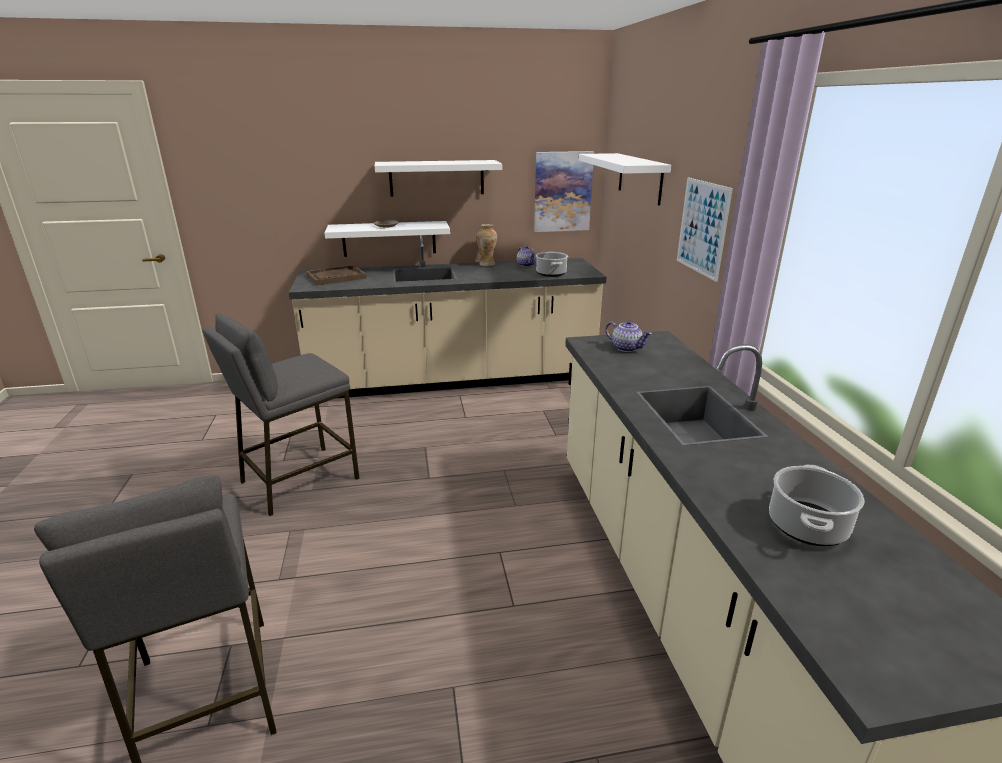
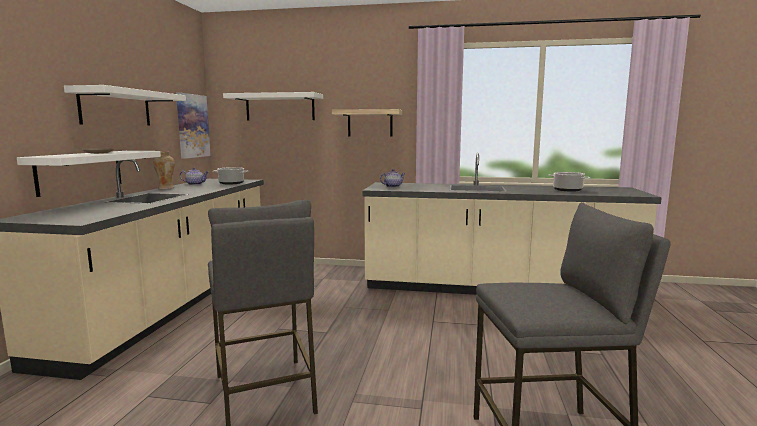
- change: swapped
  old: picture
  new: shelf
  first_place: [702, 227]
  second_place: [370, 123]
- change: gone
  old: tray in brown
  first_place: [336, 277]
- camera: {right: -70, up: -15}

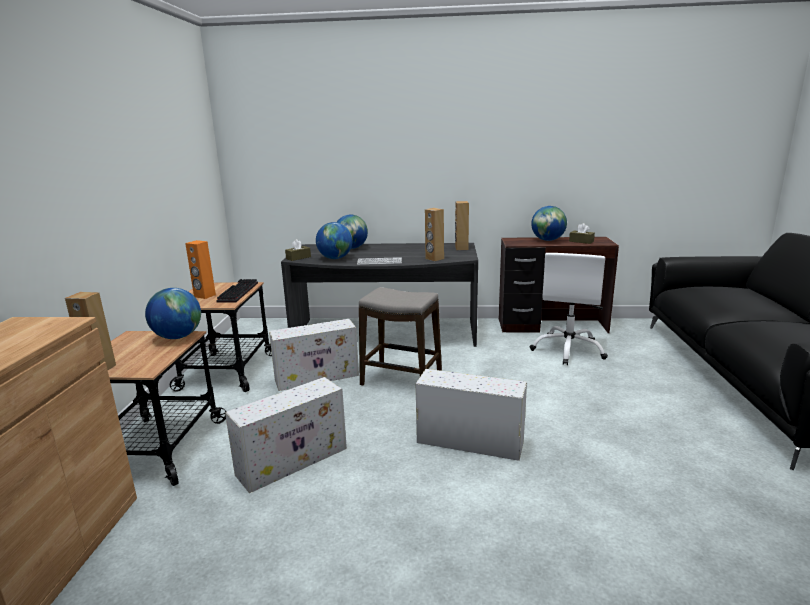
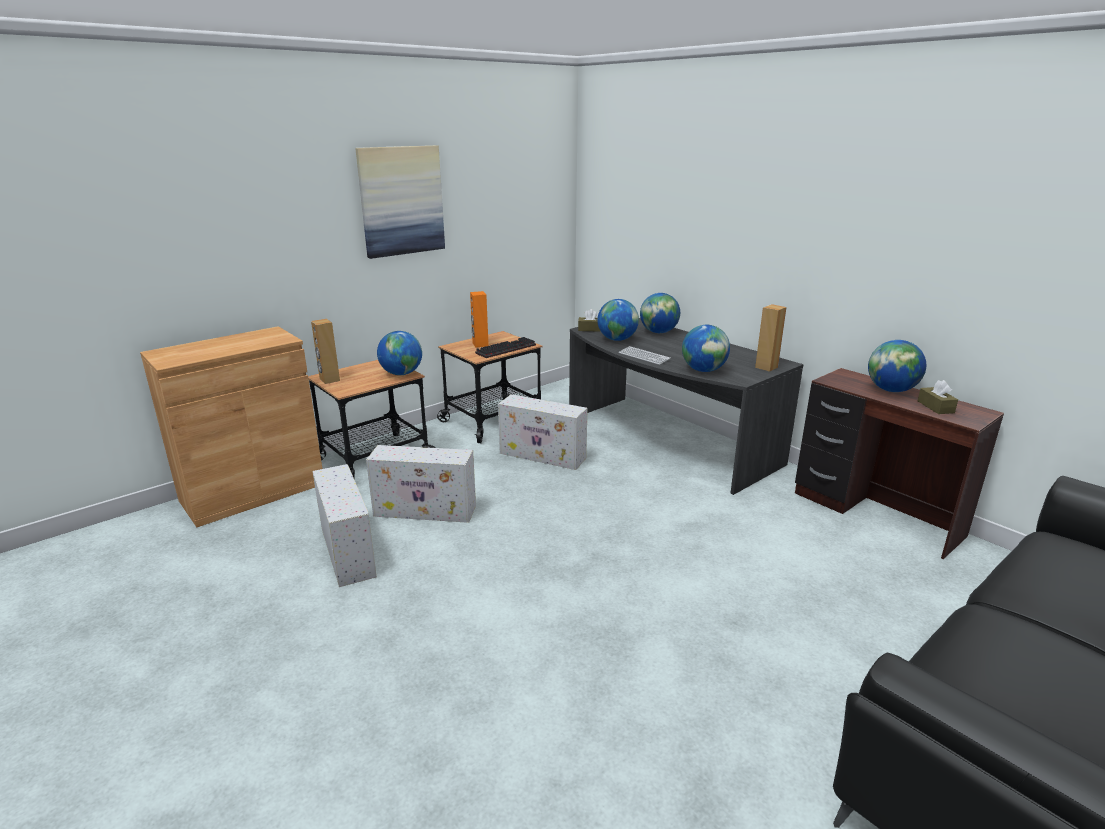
- change: shifted
  old: storage box in white
  first_place: [468, 442]
  second_place: [347, 551]
- change: new
  new: picture
  second_place: [401, 201]
- change: swapped
  old: speaker in brown
  new: globe
  first_place: [434, 259]
  second_place: [703, 370]
- change: gone
  old: stool
  first_place: [401, 380]
- change: gone
  old: office chair in white
  first_place: [568, 350]
- camera: {right: 45, up: 5}

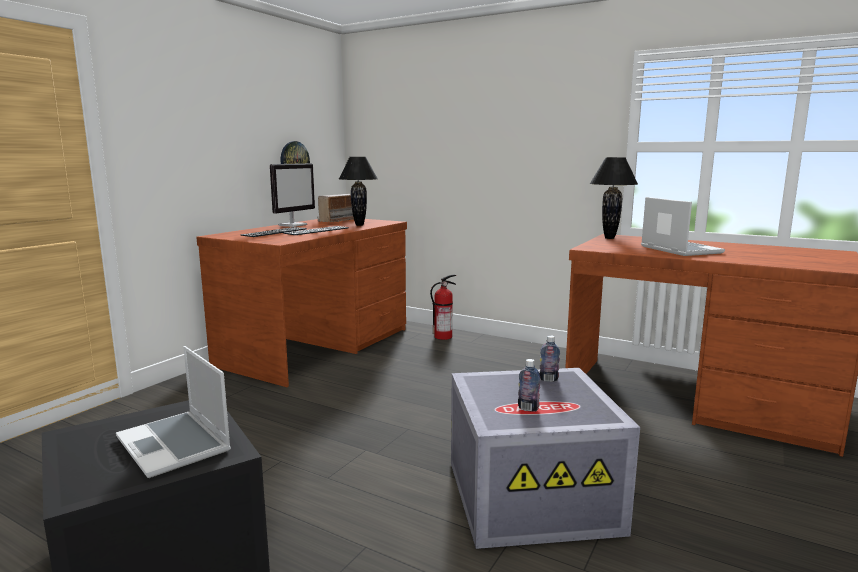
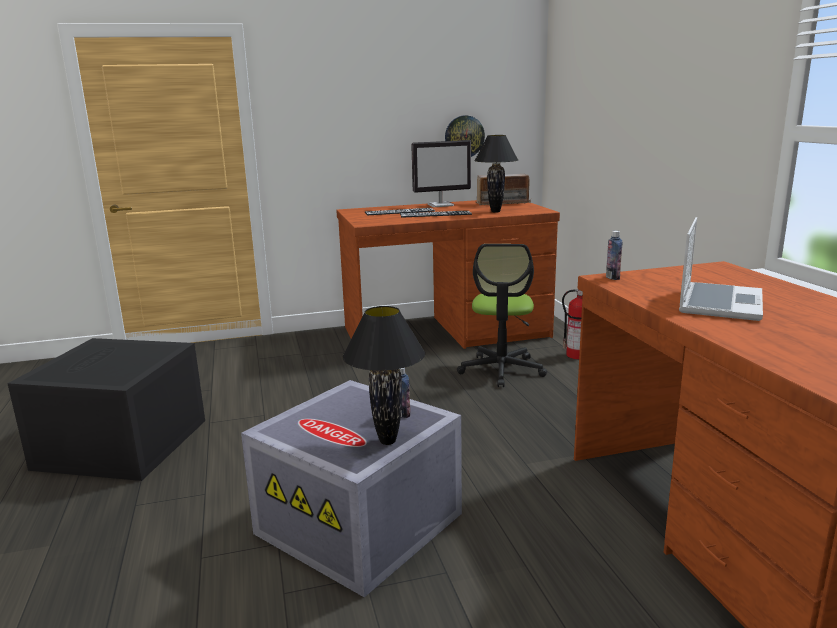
- change: shifted
  old: table lamp in black
  first_place: [609, 238]
  second_place: [387, 441]
- change: new
  new: office chair
  second_place: [501, 370]
- change: shifted
  old: bottle
  first_place: [528, 408]
  second_place: [612, 278]
- change: gone
  old: laptop
  first_place: [175, 445]
- camera: {right: 45, up: 5}

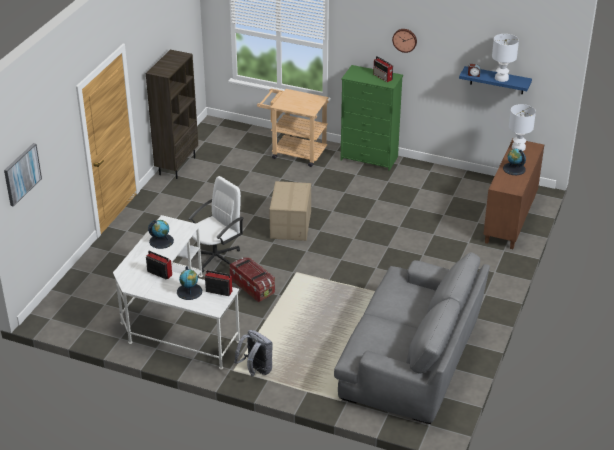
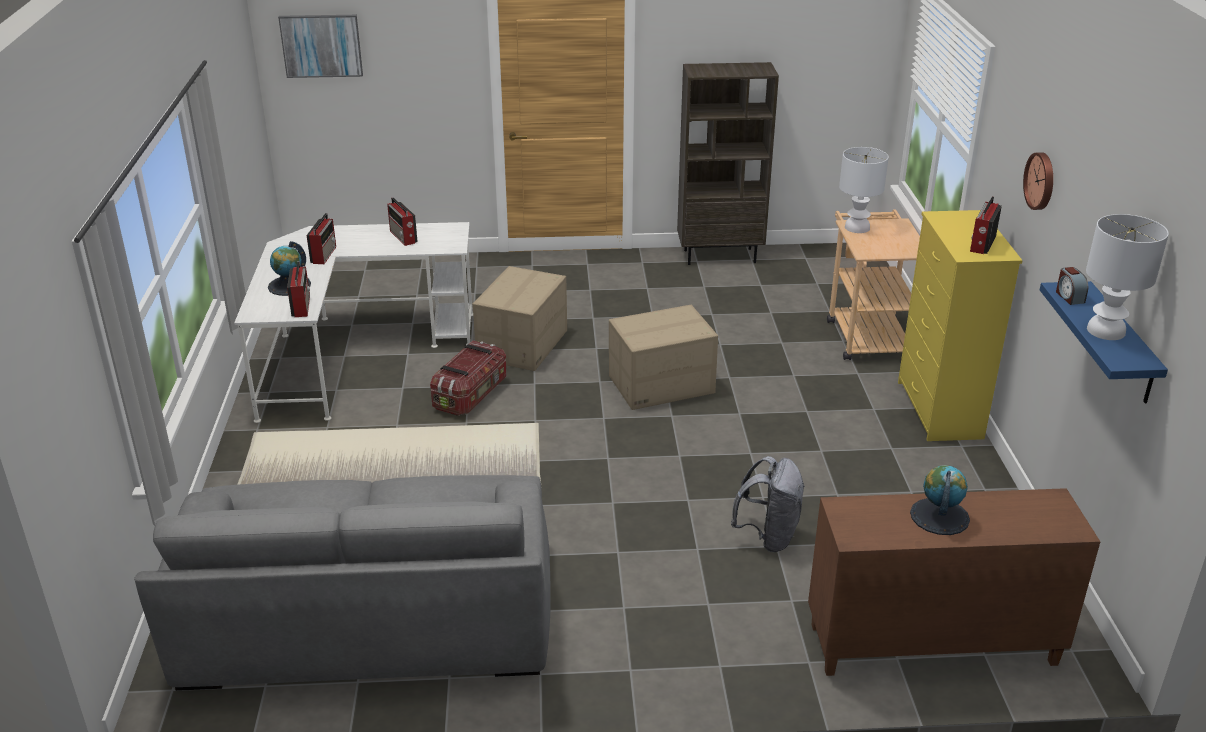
- change: swapped
  old: globe
  new: radio
  first_place: [161, 241]
  second_place: [403, 237]
- change: swapped
  old: office chair in white
  new: cardboard box
  first_place: [216, 257]
  second_place: [523, 345]
- change: shifted
  old: backpack in grey
  first_place: [256, 370]
  second_place: [768, 537]
- change: shifted
  old: table lamp in white
  first_place: [518, 147]
  second_place: [856, 227]
- change: repainted
  old: dresser in green
  new: dresser in yellow
  first_place: [369, 159]
  second_place: [939, 410]
- camera: {right: 65, up: -5}

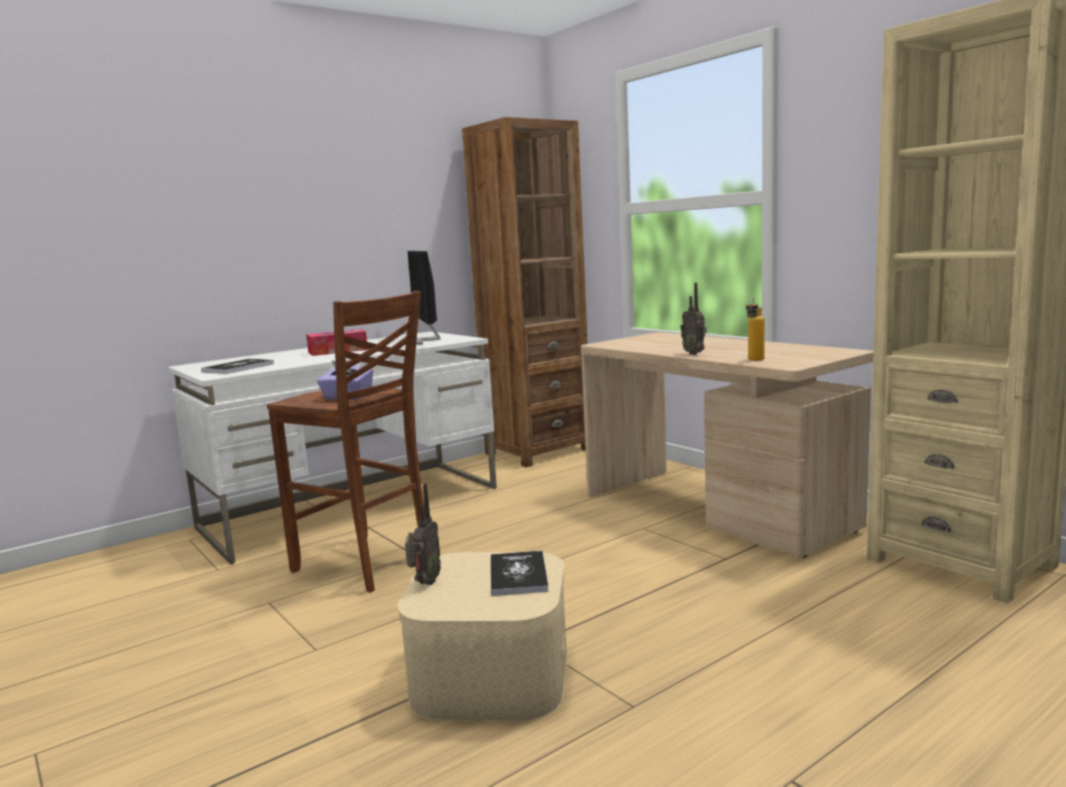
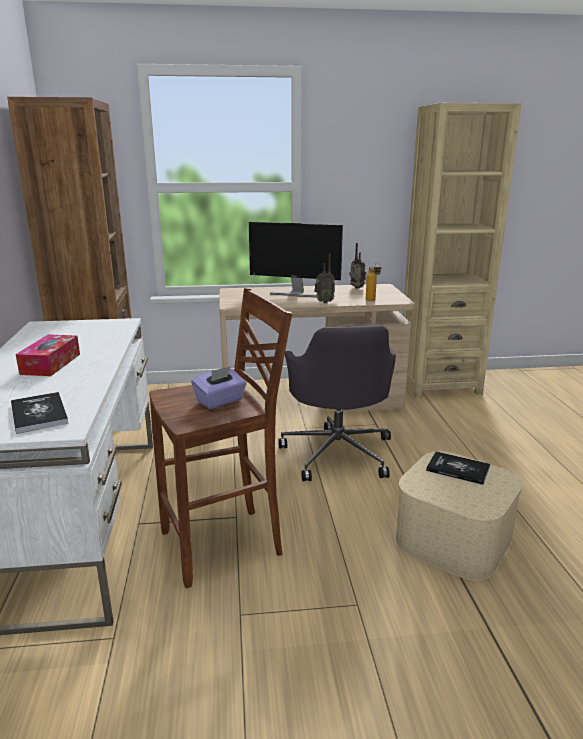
- change: shifted
  old: monitor
  first_place: [426, 340]
  second_place: [295, 293]
- change: new
  new: office chair in grey
  second_place: [338, 452]
- change: shifted
  old: radio
  first_place: [424, 583]
  second_place: [356, 288]
- camera: {right: -60, up: 10}

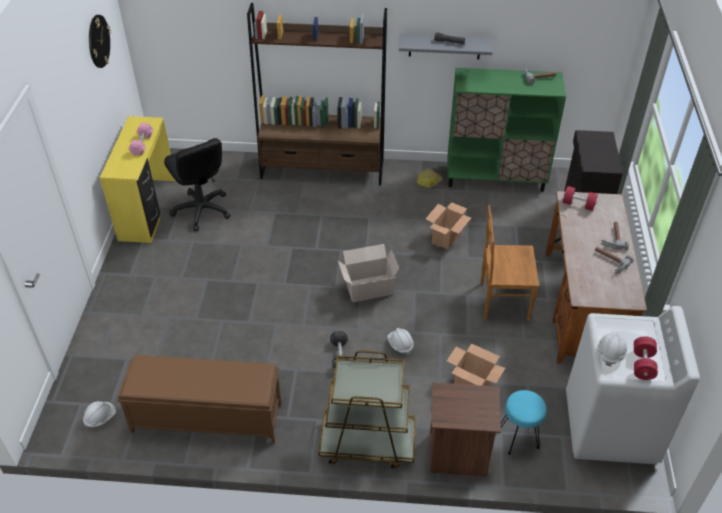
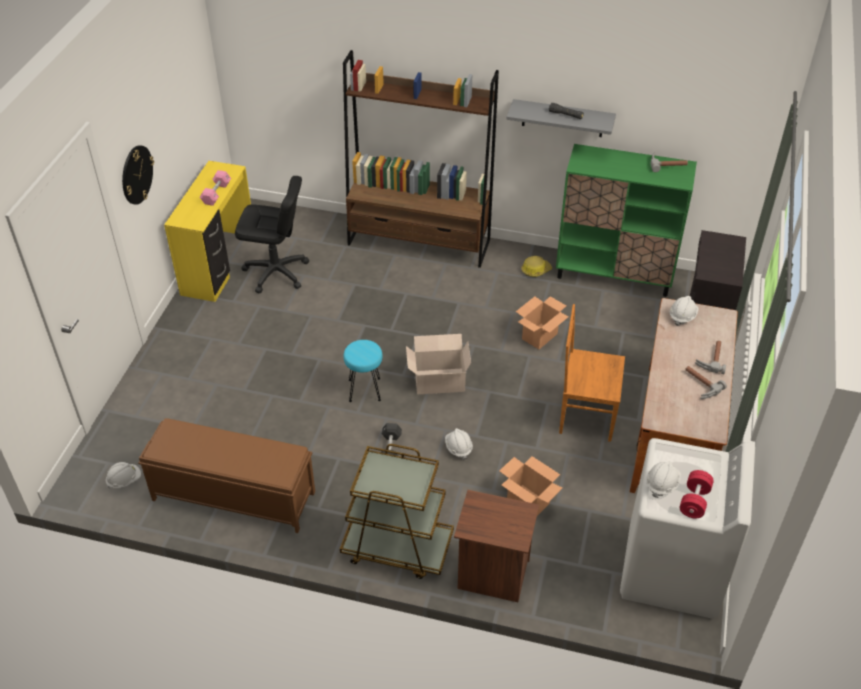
- change: shifted
  old: wall clock
  first_place: [98, 41]
  second_place: [136, 174]
- change: rotated
  old: office chair in black
  first_place: [201, 210]
  second_place: [276, 272]
  degrees: -60
- change: shifted
  old: stool in turquoise
  first_place: [519, 438]
  second_place: [365, 390]
- change: swapped
  old: dumbbell in red
  new: hard hat in white
  first_place: [578, 204]
  second_place: [682, 316]
- camera: {right: 10, up: 0}

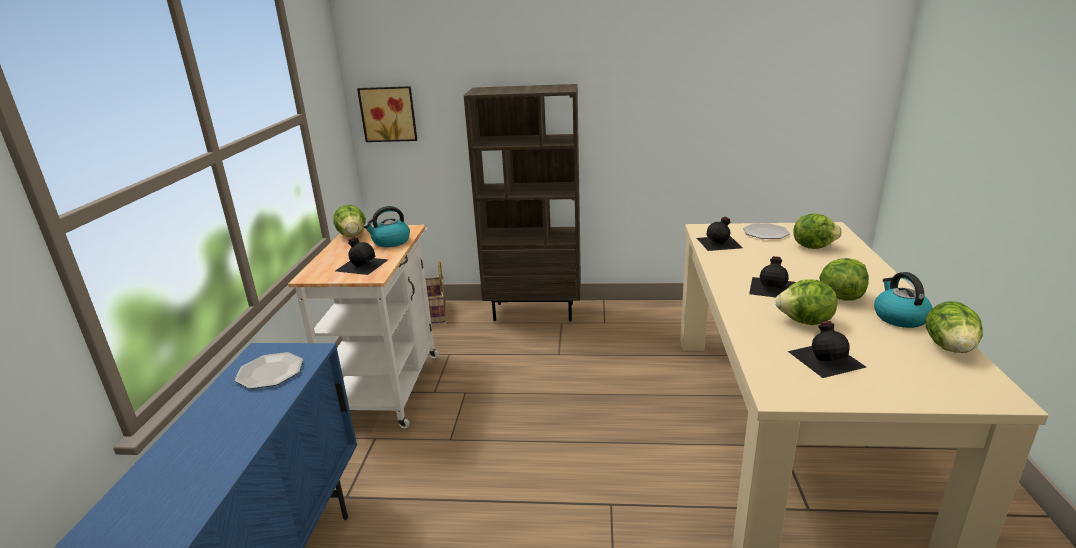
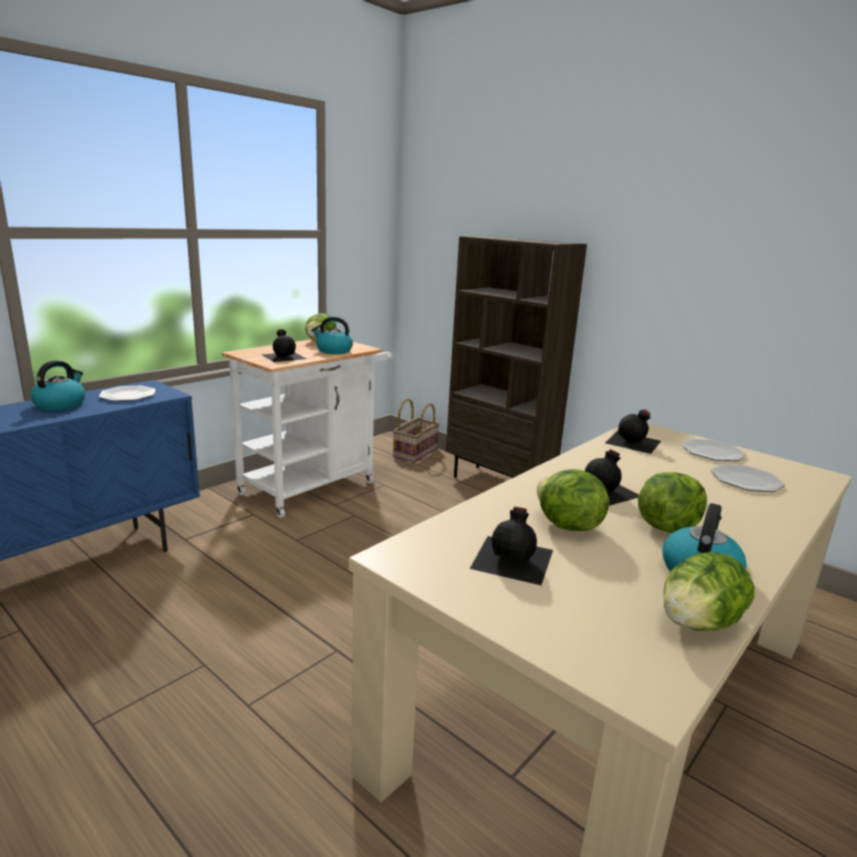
- change: new
  new: kettle
  second_place: [60, 404]
- change: swapped
  old: lettuce
  new: plate
  first_place: [813, 246]
  second_place: [746, 480]
- change: gone
  old: picture
  first_place: [389, 114]
- camera: {right: 35, up: -5}

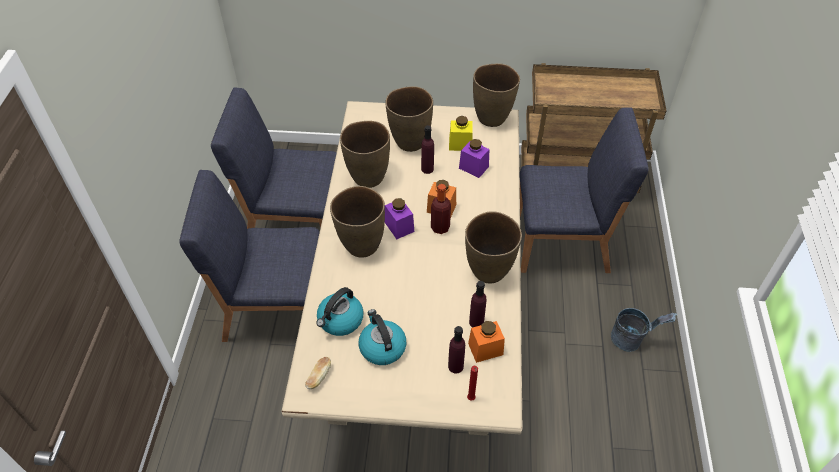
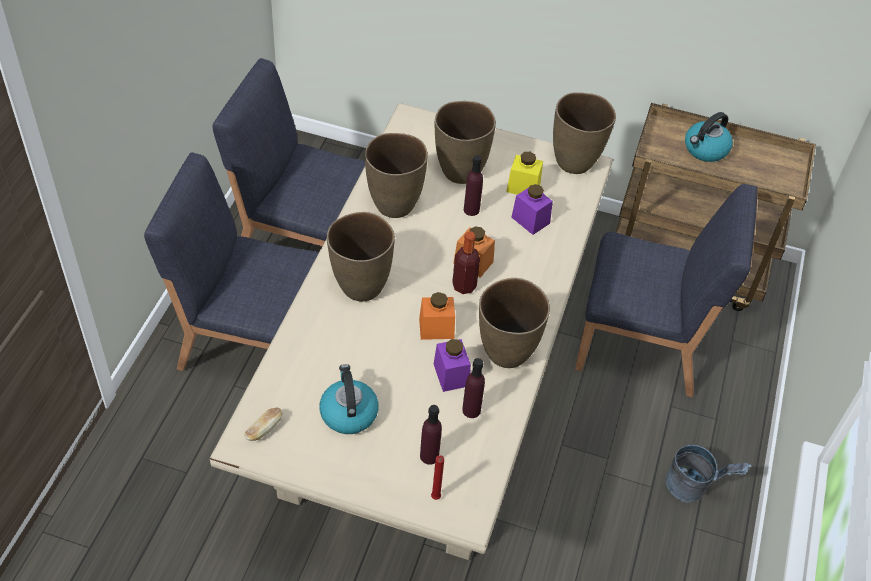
- change: shifted
  old: jar in orange
  first_place: [485, 349]
  second_place: [436, 328]
- change: shifted
  old: jar in purple
  first_place: [399, 227]
  second_place: [451, 375]
- change: shifted
  old: kettle
  first_place: [340, 320]
  second_place: [705, 149]
- camera: {right: 10, up: 0}

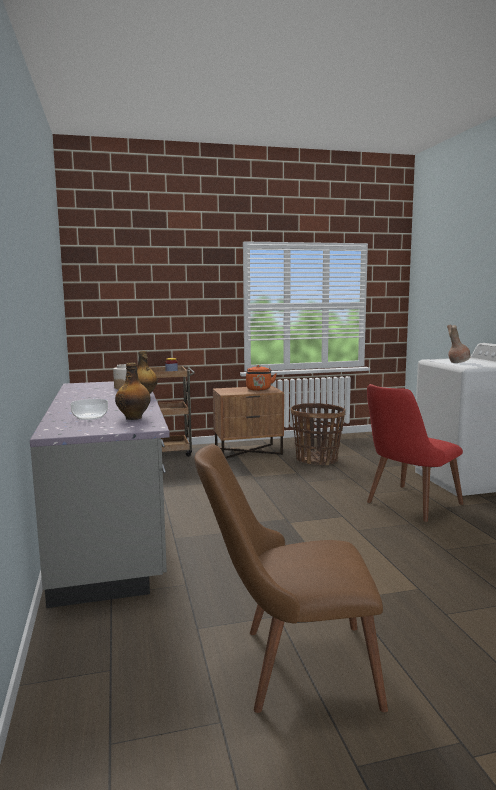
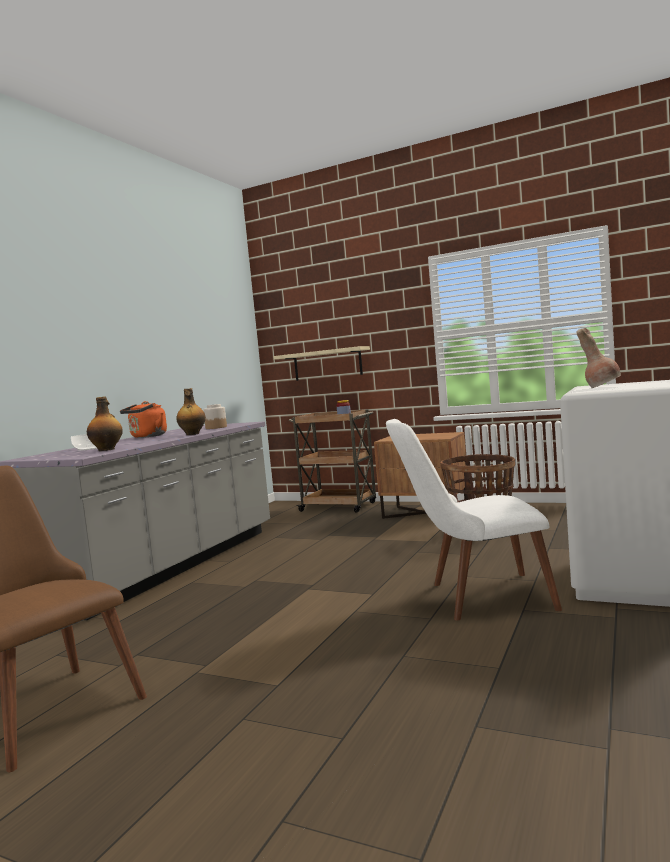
- change: shifted
  old: kettle in orange
  first_place: [259, 389]
  second_place: [147, 436]
- change: new
  new: shelf in beige
  second_place: [327, 364]
- change: repainted
  old: chair in red
  new: chair in white
  first_place: [407, 506]
  second_place: [475, 598]
- camera: {right: 40, up: -5}

